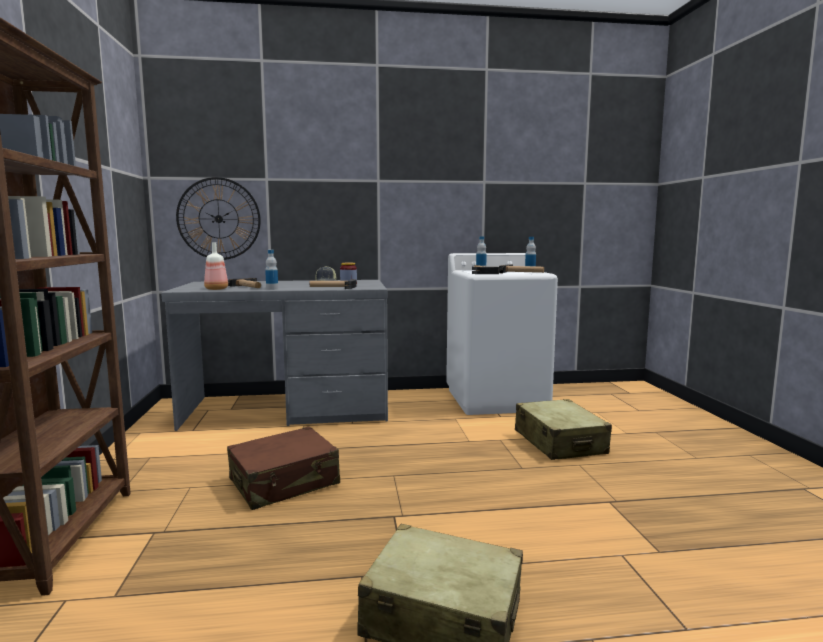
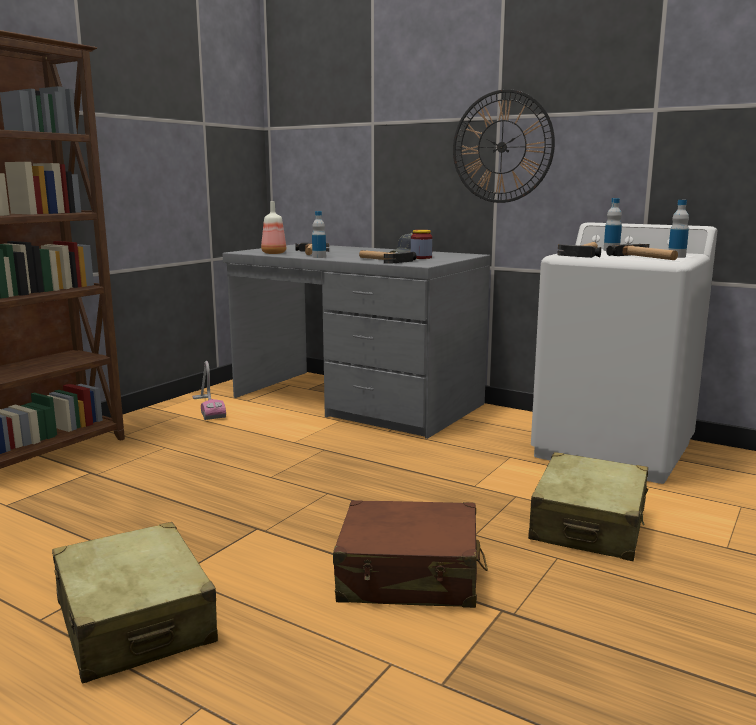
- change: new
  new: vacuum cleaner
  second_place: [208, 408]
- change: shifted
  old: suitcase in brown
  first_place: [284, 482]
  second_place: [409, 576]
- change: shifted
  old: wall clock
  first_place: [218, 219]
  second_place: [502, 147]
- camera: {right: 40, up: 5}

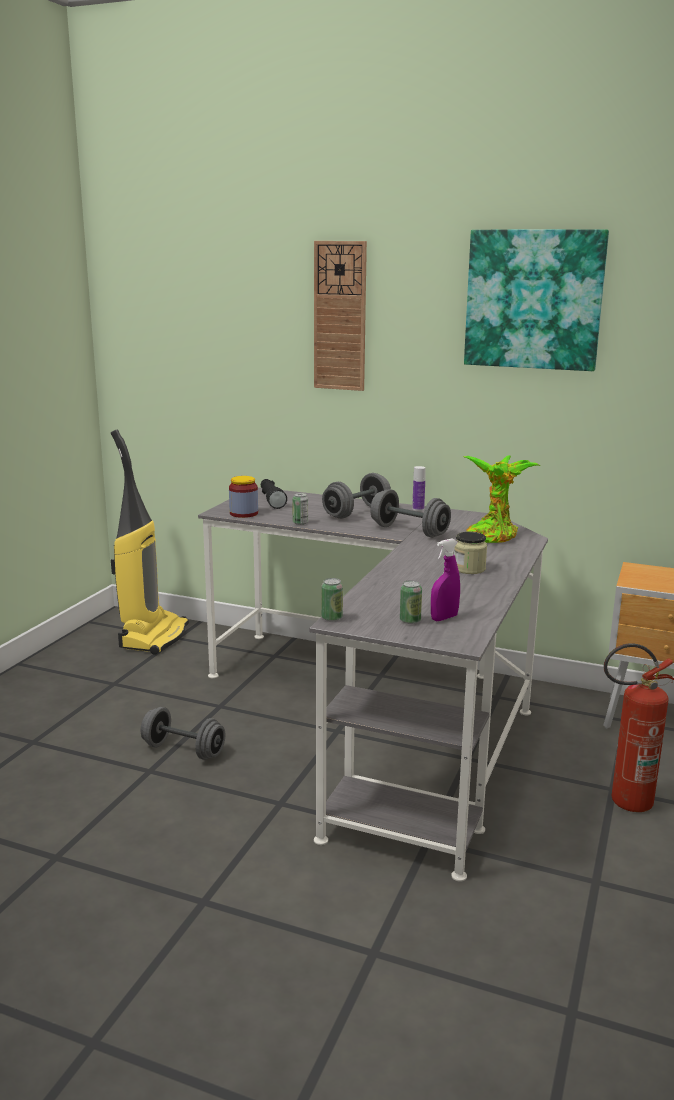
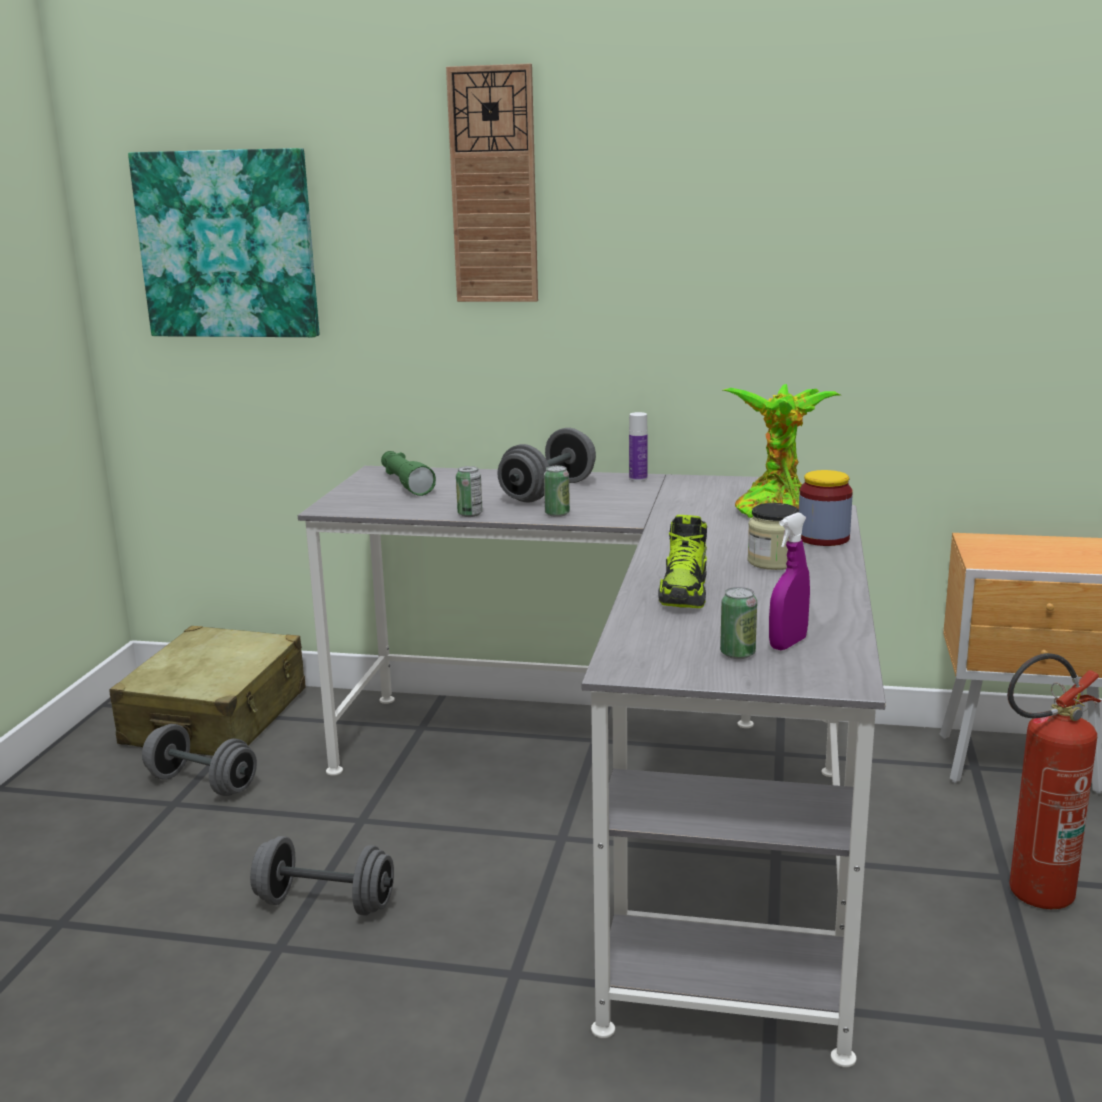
- change: swapped
  old: vacuum cleaner
  new: suitcase in beige
  first_place: [153, 636]
  second_place: [216, 718]
- change: shifted
  old: picture
  first_place: [534, 300]
  second_place: [228, 244]
- change: shifted
  old: dumbbell in grey
  first_place: [409, 531]
  second_place: [202, 784]
- change: repainted
  old: flashlight in black
  new: flashlight in green
  first_place: [271, 500]
  second_place: [405, 483]
- change: shifted
  old: can
  first_place: [332, 618]
  second_place: [557, 514]
- change: new
  new: shoe
  second_place: [685, 593]
- change: shifted
  old: jar
  first_place: [243, 513]
  second_place: [823, 538]
- camera: {right: -10, up: 0}

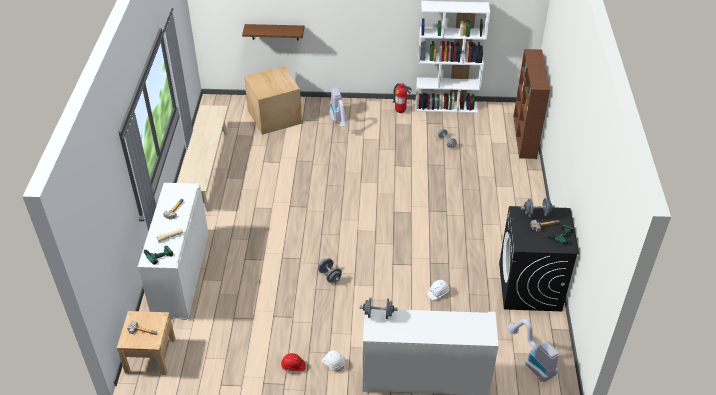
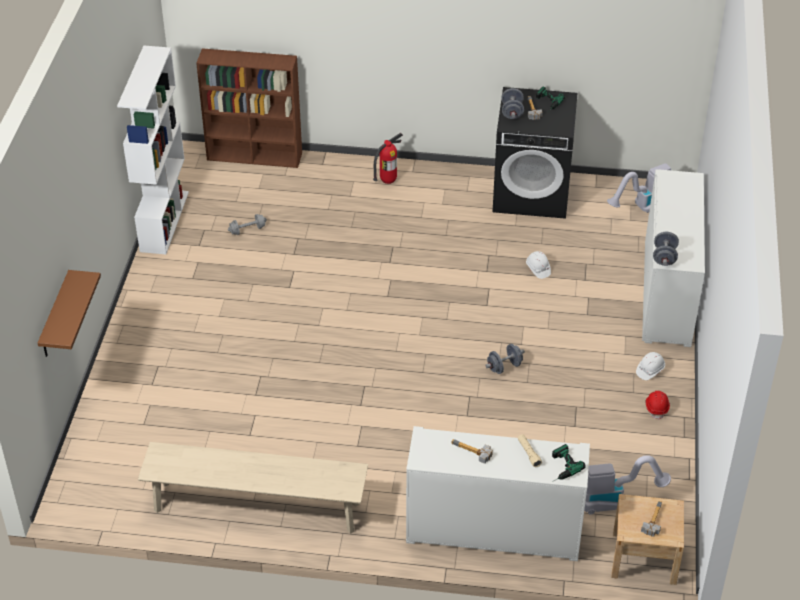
- change: shifted
  old: fire extinguisher
  first_place: [400, 111]
  second_place: [388, 181]
- change: shifted
  old: vacuum cleaner
  first_place: [339, 121]
  second_place: [616, 500]
- change: gone
  old: cardboard box
  first_place: [275, 116]
- camera: {right: -85, up: 0}

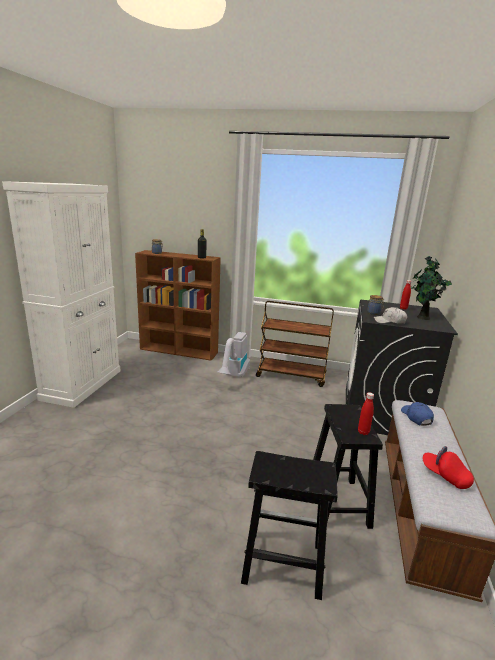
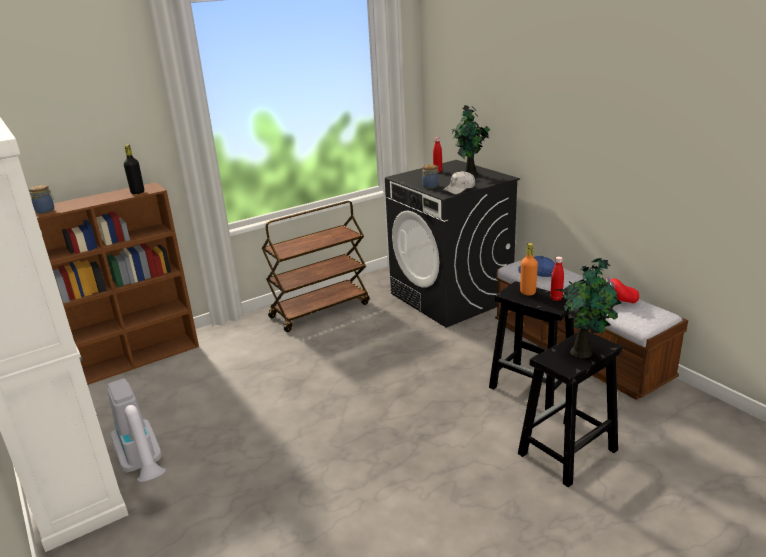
- change: shifted
  old: vacuum cleaner
  first_place: [234, 376]
  second_place: [144, 466]
- change: new
  new: bottle in orange
  second_place: [527, 292]
- change: new
  new: potted plant
  second_place: [583, 352]
- camera: {right: -45, up: 5}

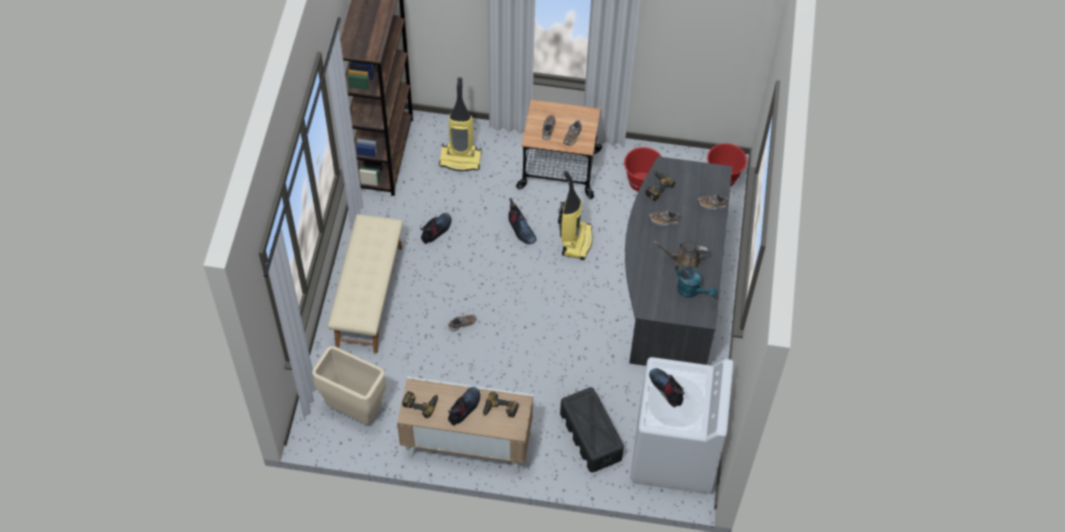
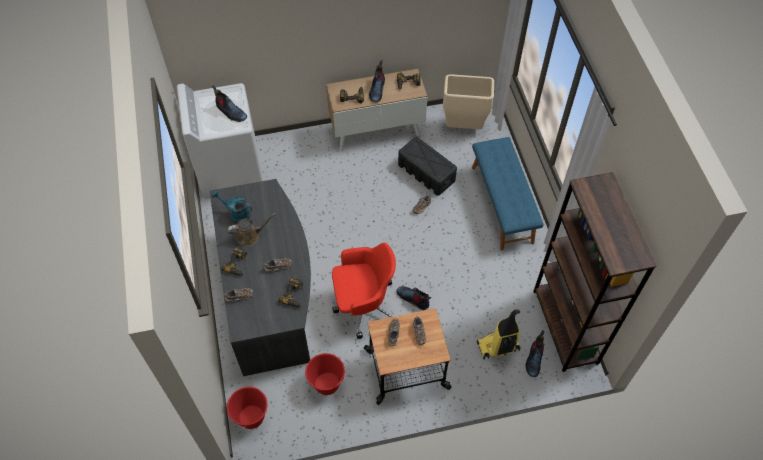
- change: new
  new: power drill
  second_place: [238, 264]
- change: swapped
  old: vacuum cleaner
  new: office chair in red
  first_place: [575, 240]
  second_place: [363, 305]
- change: shifted
  old: storage box in black
  first_place: [590, 436]
  second_place: [426, 173]
- change: repainted
  old: bench in beige
  new: bench in blue
  first_place: [368, 295]
  second_place: [502, 204]
- change: shifted
  old: boot
  first_place: [436, 231]
  second_place: [534, 359]
- camera: {right: 160, up: 0}

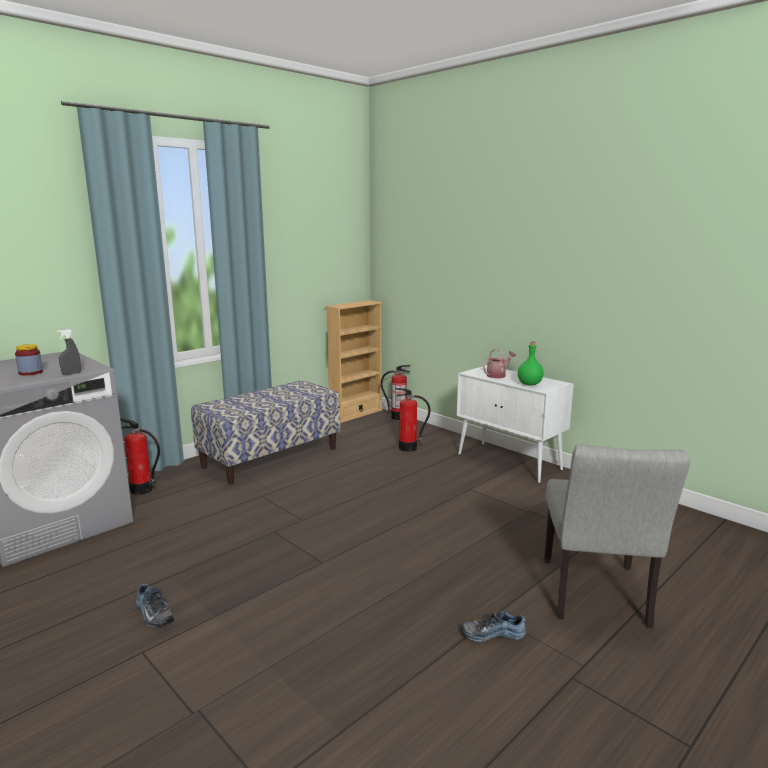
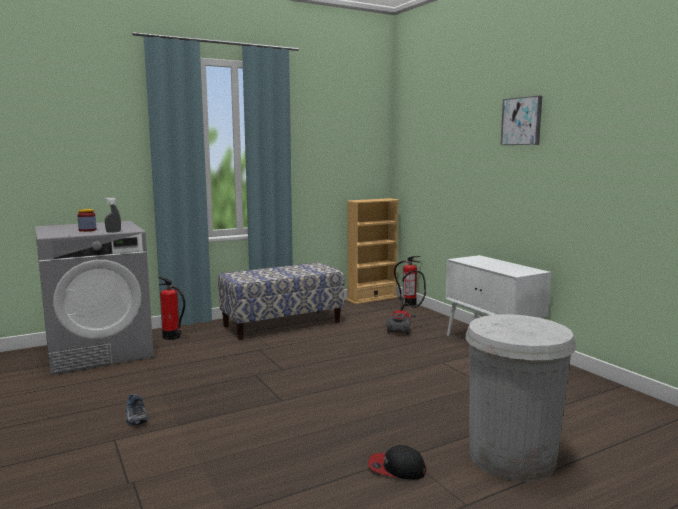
- change: swapped
  old: shoe
  new: cap
  first_place: [492, 633]
  second_place: [396, 468]
- change: swapped
  old: fire extinguisher
  new: vacuum cleaner
  first_place: [408, 448]
  second_place: [403, 327]
- change: swapped
  old: chair in grey
  new: trash can in white
  first_place: [596, 597]
  second_place: [511, 457]
- change: new
  new: picture
  second_place: [522, 121]
- change: gone
  old: watering can
  first_place: [498, 375]
- change: gone
  old: bottle in green
  first_place: [530, 384]
- camera: {right: 15, up: -5}

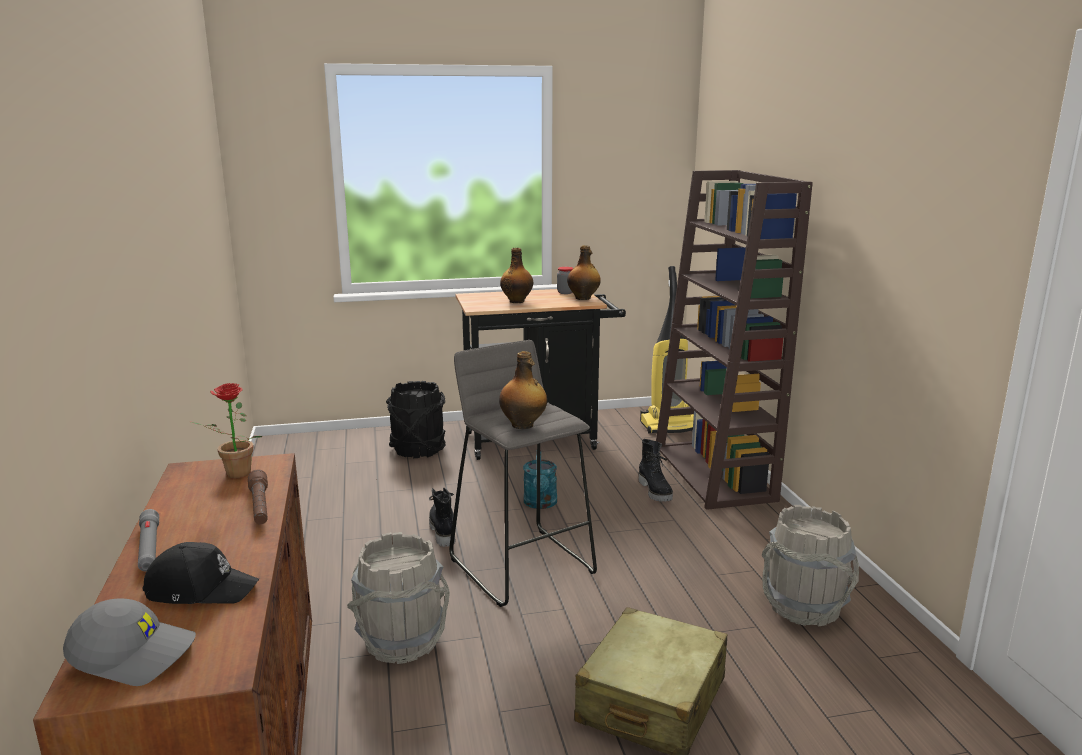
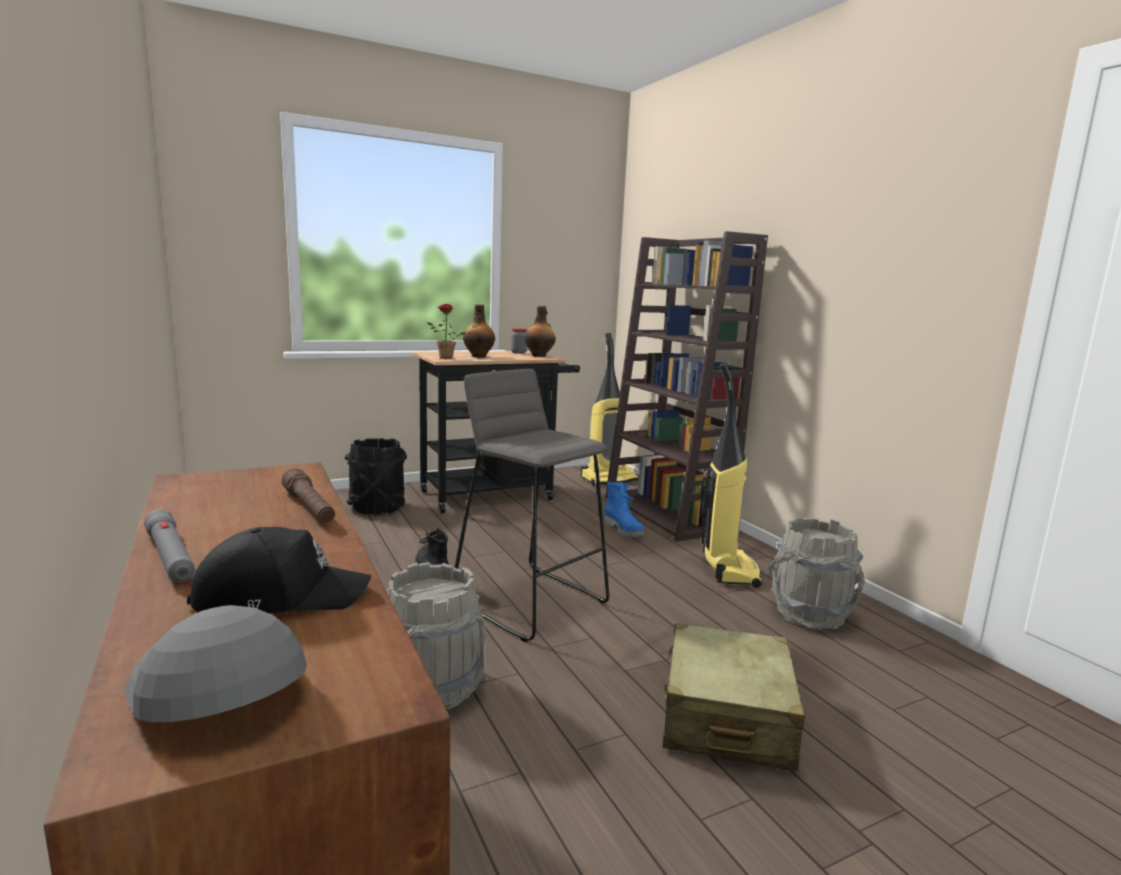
- change: rotated
  old: cap in grey
  first_place: [135, 653]
  second_place: [214, 688]
  degrees: -120
- change: shifted
  old: potted plant
  first_place: [233, 475]
  second_place: [444, 358]
- change: repainted
  old: boot in black
  new: boot in blue
  first_place: [655, 491]
  second_place: [624, 529]
- change: new
  new: vacuum cleaner
  second_place: [728, 569]
- change: gone
  old: bottle
  first_place: [523, 425]
- change: gone
  old: watering can in turquoise
  first_place: [540, 504]
- camera: {right: -15, up: -5}

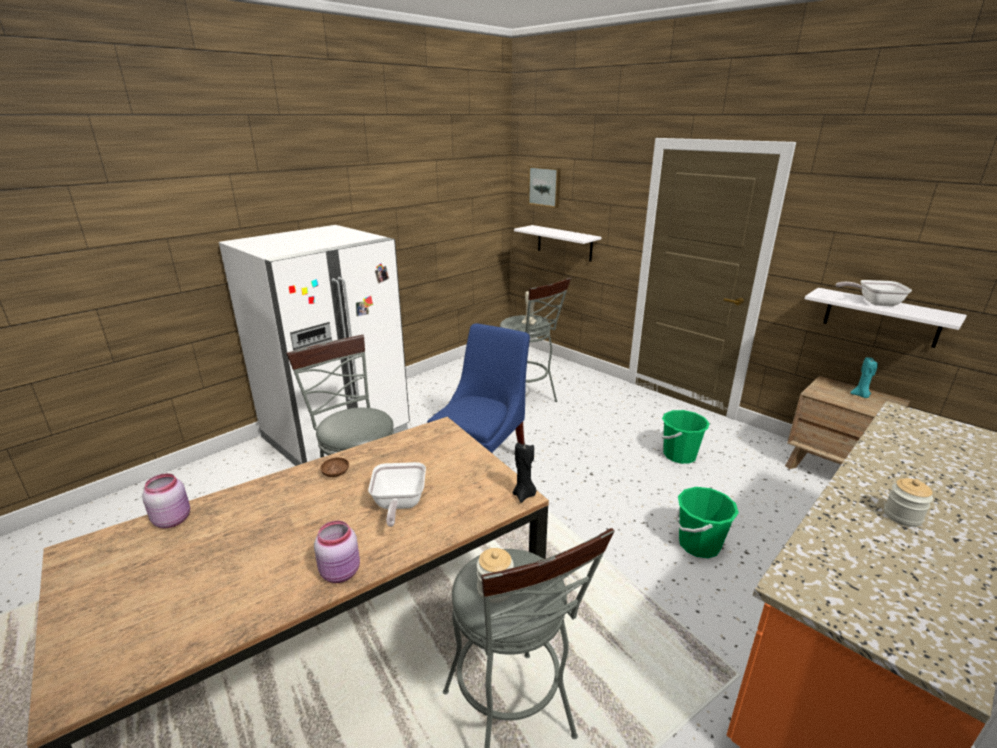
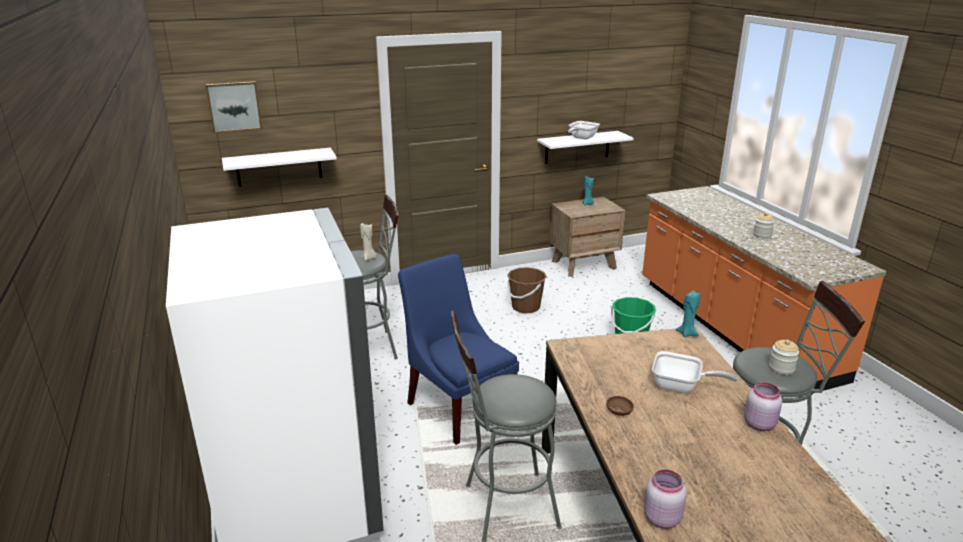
- change: repainted
  old: bucket in green
  new: bucket in brown
  first_place: [679, 455]
  second_place: [525, 307]
- change: repainted
  old: candle in black
  new: candle in turquoise
  first_place: [524, 495]
  second_place: [687, 333]
- camera: {right: -65, up: 0}

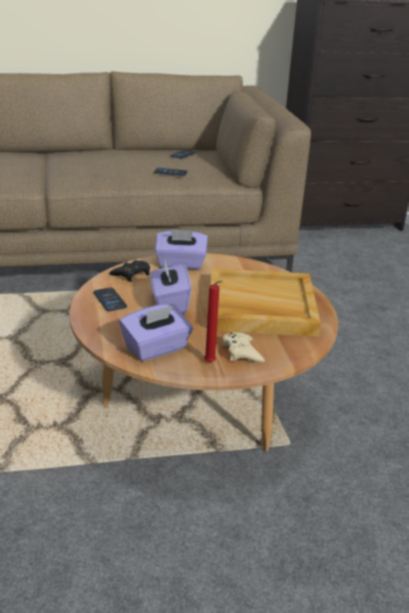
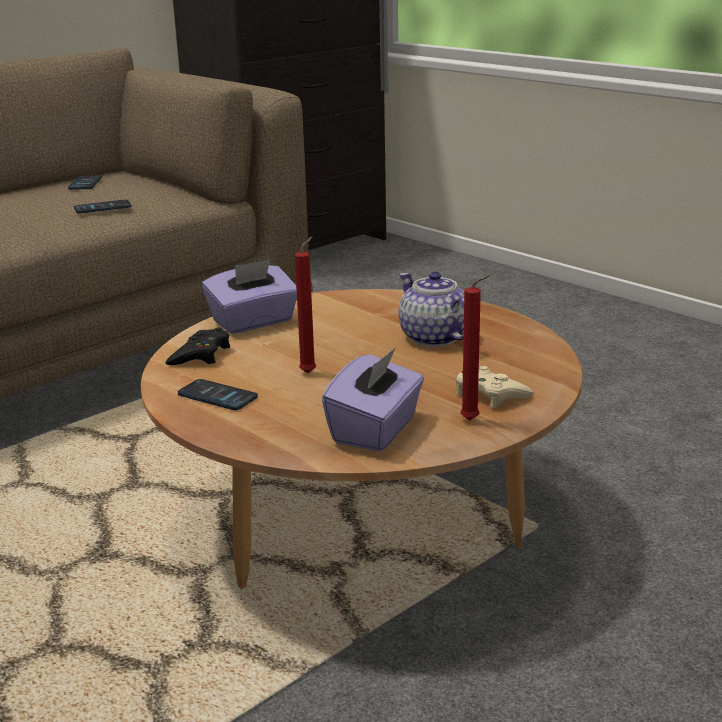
- change: swapped
  old: tissue box in purple
  new: candle in red
  first_place: [169, 303]
  second_place: [310, 372]
- change: swapped
  old: tray in beige
  new: teapot
  first_place: [260, 307]
  second_place: [434, 338]
- camera: {right: -30, up: -5}

